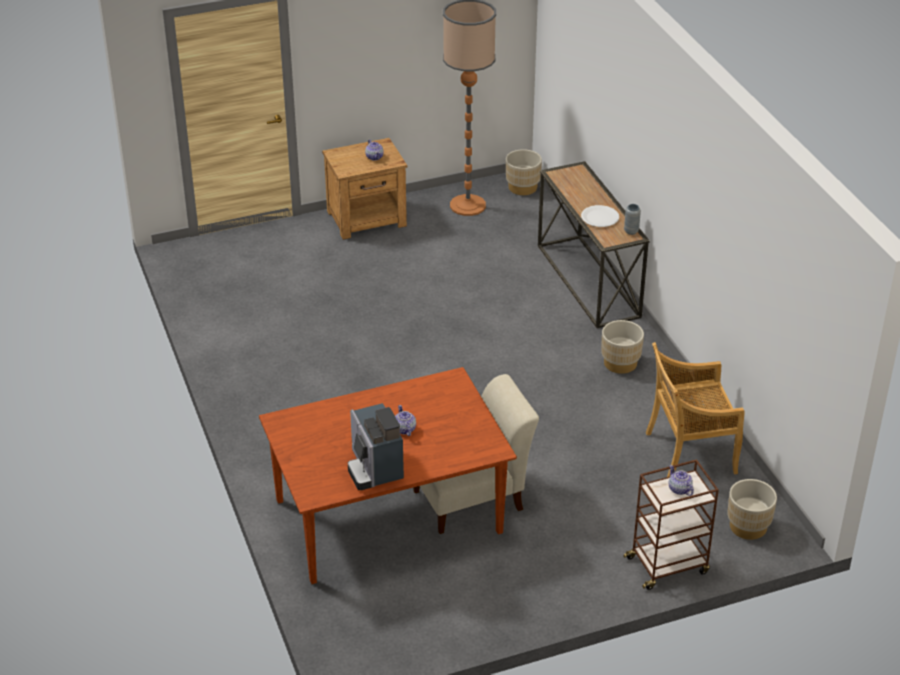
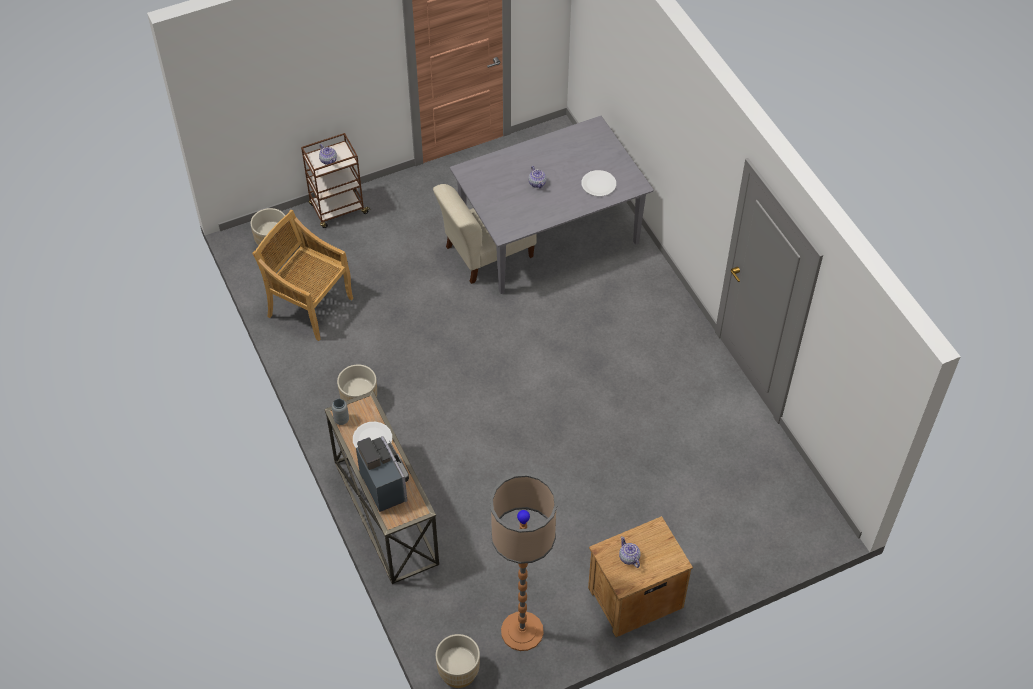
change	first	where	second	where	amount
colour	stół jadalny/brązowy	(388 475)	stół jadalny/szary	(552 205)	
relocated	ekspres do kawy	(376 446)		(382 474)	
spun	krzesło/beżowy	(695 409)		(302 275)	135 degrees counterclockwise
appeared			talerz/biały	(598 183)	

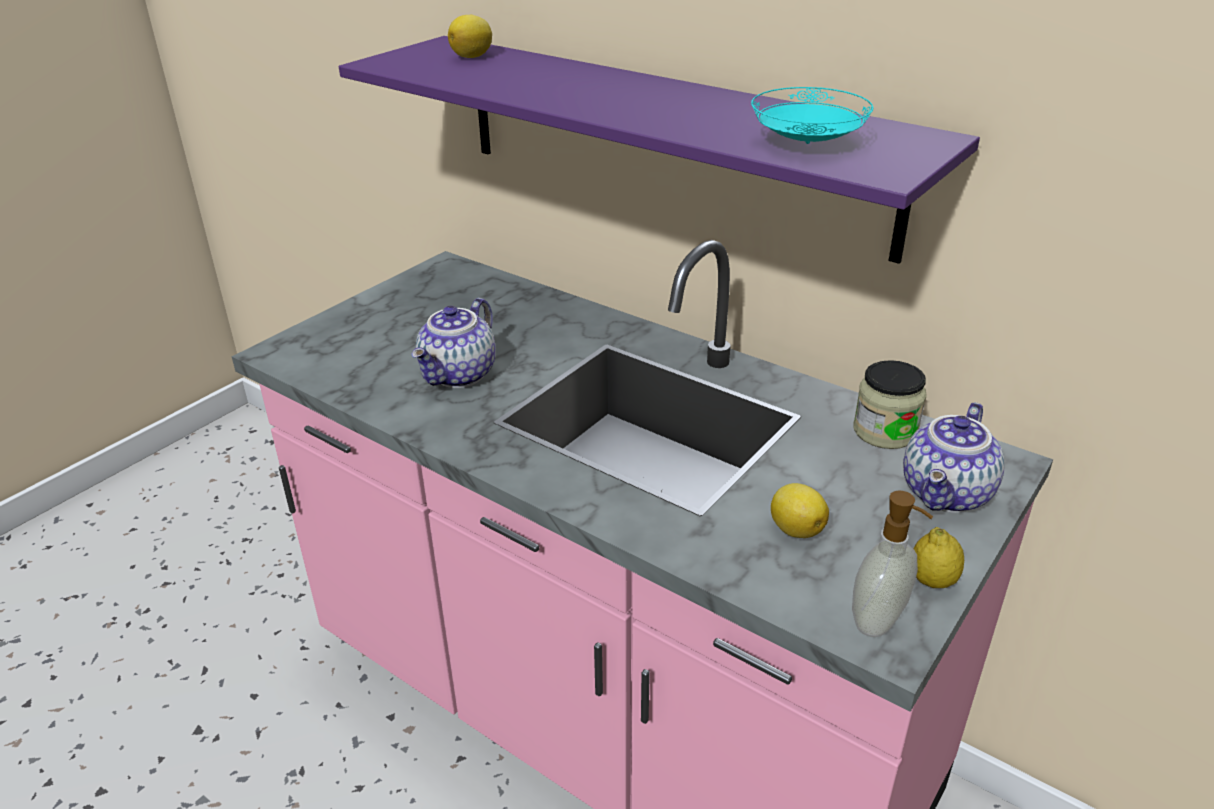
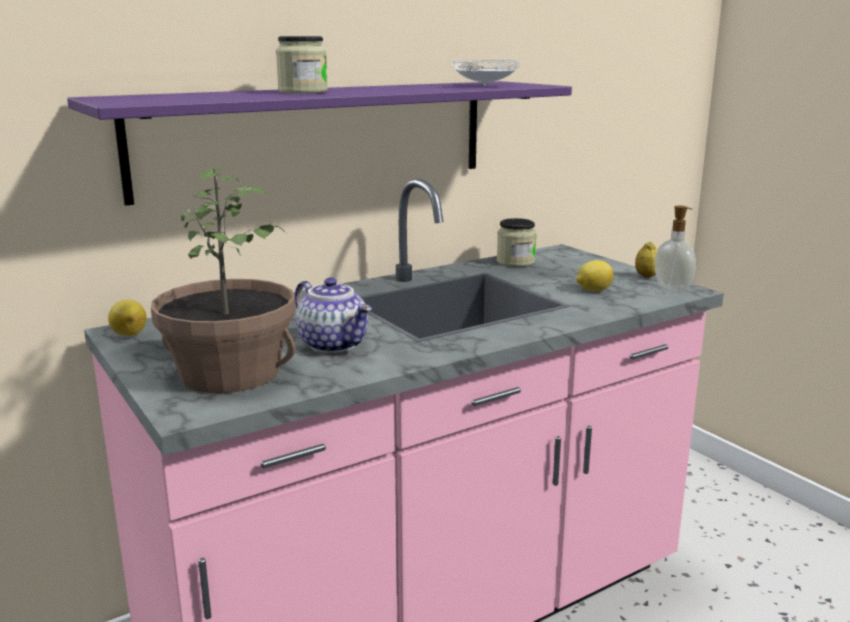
change	first	where	second	where	amount
relocated	cytryna	(470 36)		(127 318)	
colour	talerz/turkusowy	(812 115)	talerz/biały	(486 73)	
missing	imbryk	(954 457)			
appeared			roślina doniczkowa	(223 280)	
appeared			słoik	(302 64)	

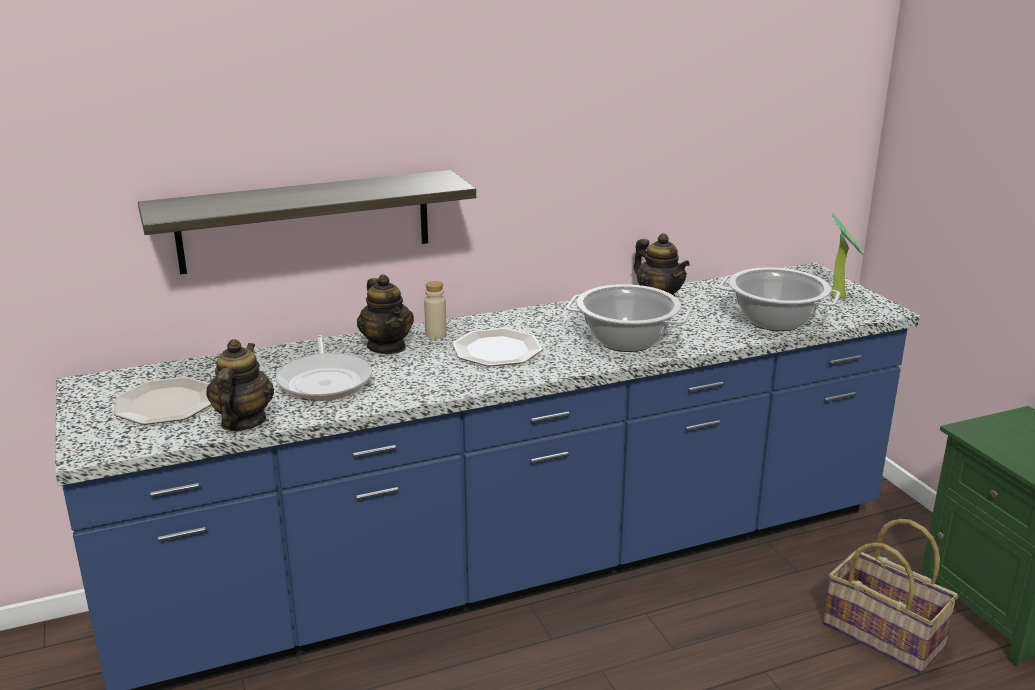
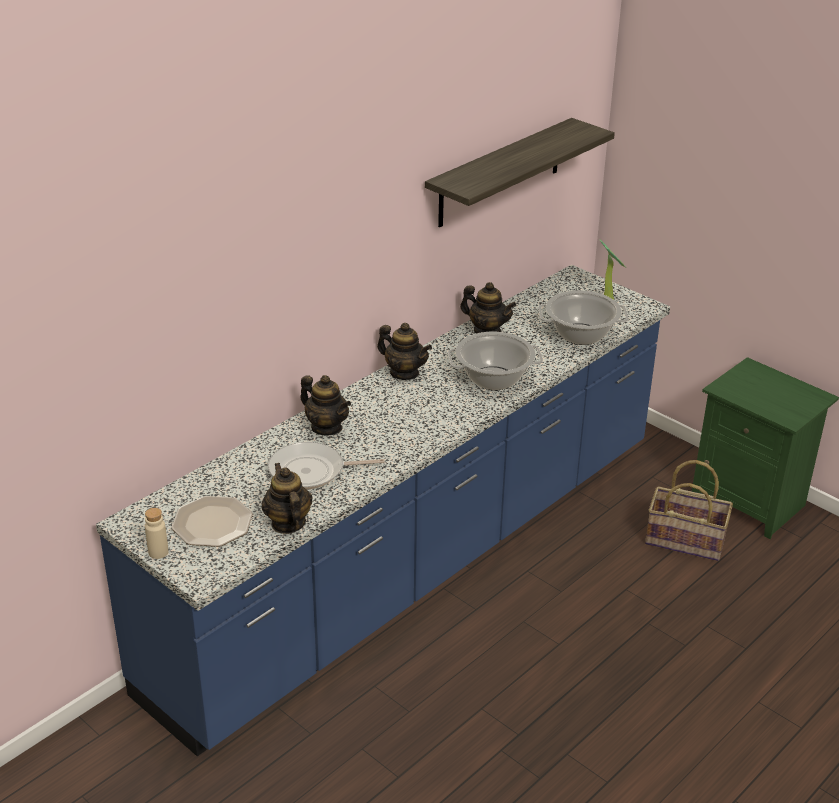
change	first	where	second	where	amount
relocated	półka	(307 222)		(520 172)	
spun	patelnia	(324 368)		(326 466)	120 degrees clockwise
relocated	butelka/beżowy	(435 310)		(156 533)	
missing	talerz	(497 347)			
appeared			imbryk	(404 351)	

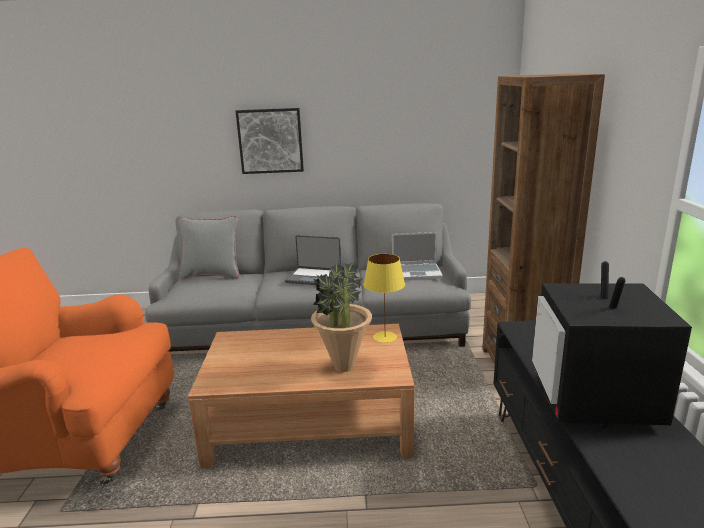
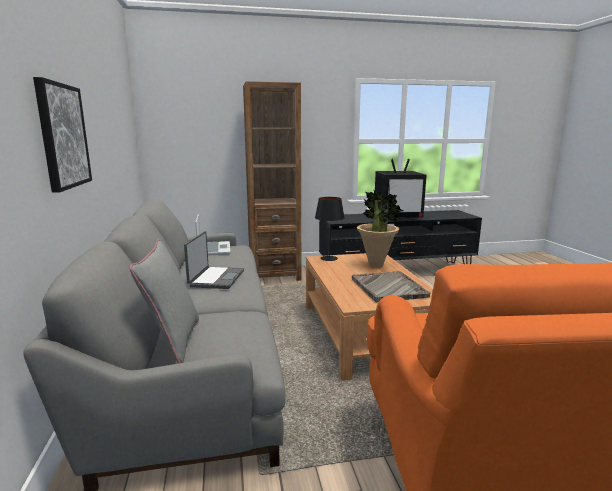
change	first	where	second	where	amount
colour	lampa stołowa/żółty	(384 298)	lampa stołowa/czarny	(330 229)	
appeared			taca/szary	(391 286)	

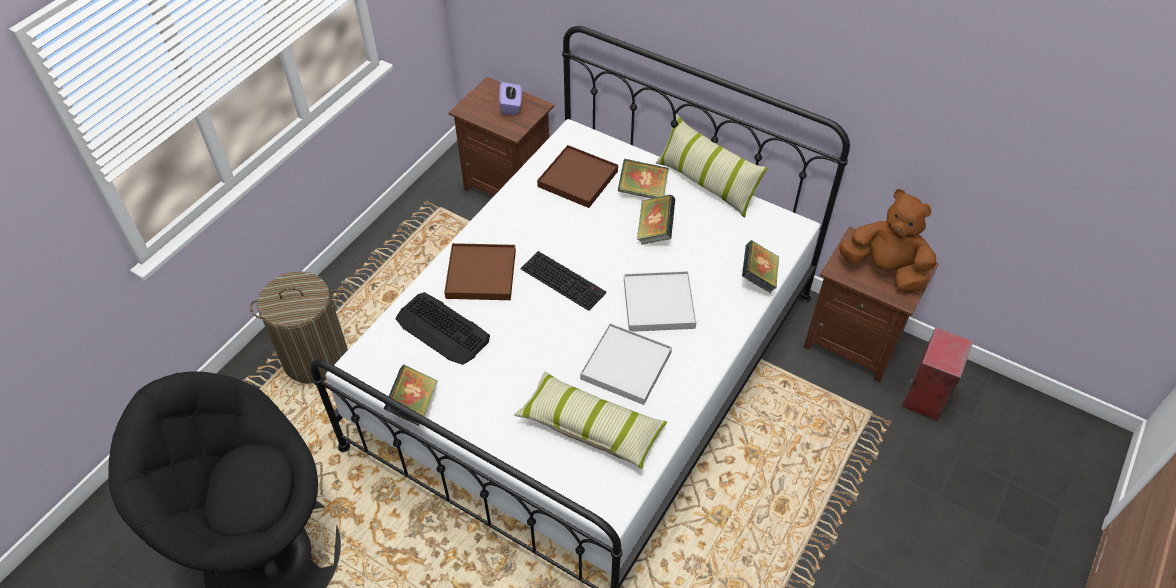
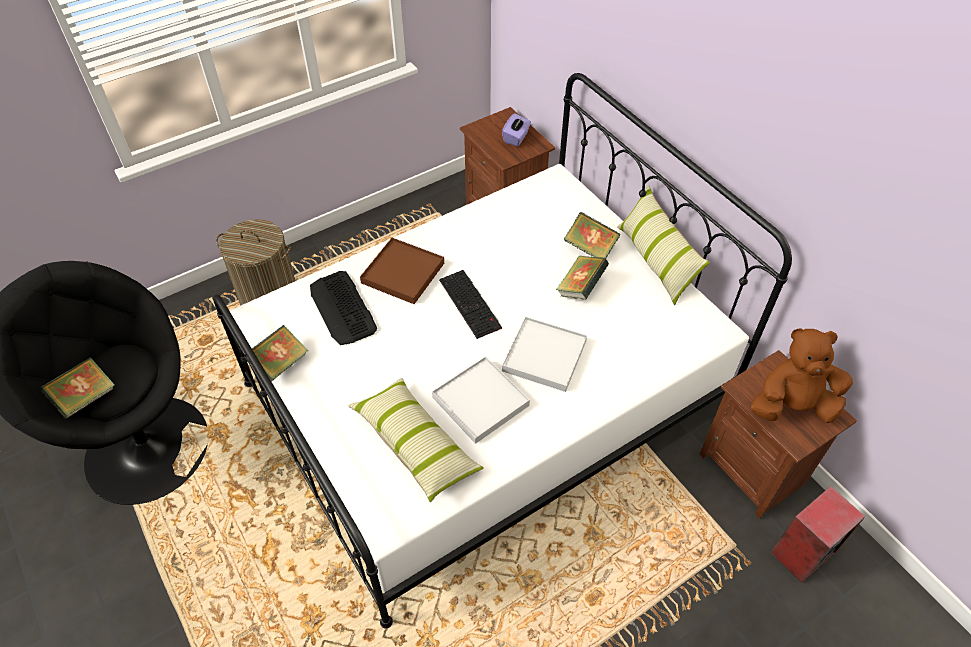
change	first	where	second	where	amount
missing	taca/brązowy	(577 176)			
relocated	książka	(760 266)		(77 388)	
spun	pluszak/brązowy	(887 241)		(802 375)	60 degrees counterclockwise

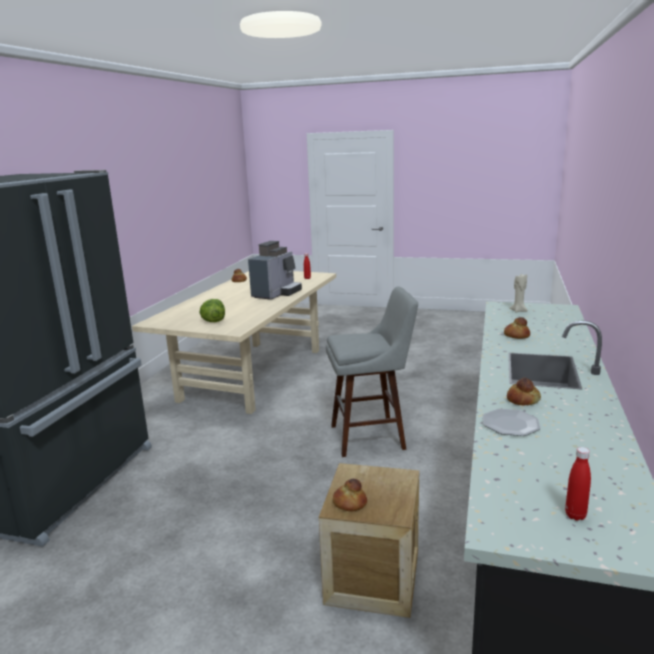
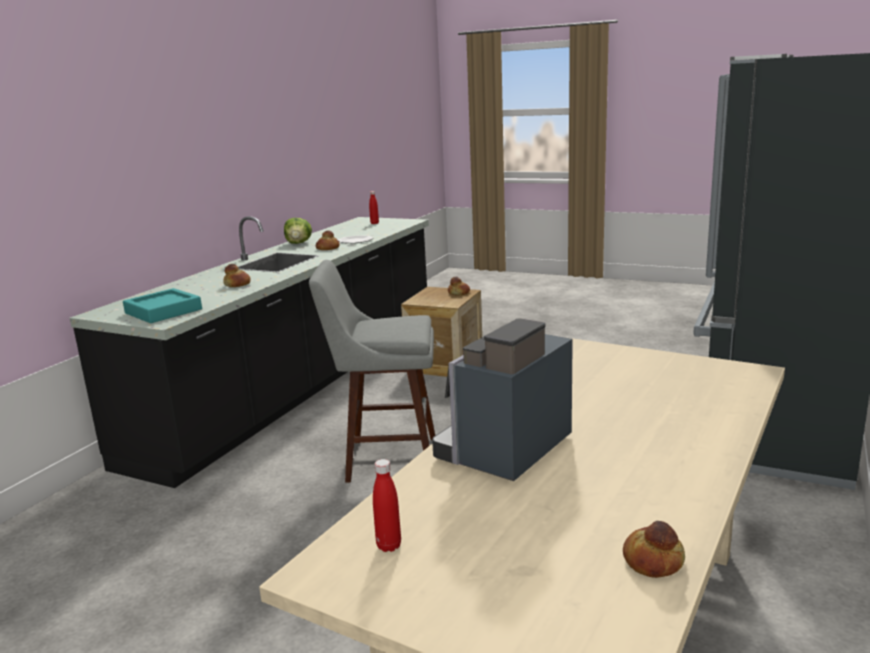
change	first	where	second	where	amount
relocated	sałata	(212 310)		(298 231)	
exchanged	świeca/beżowy	(518 293)	taca/turkusowy	(162 305)	

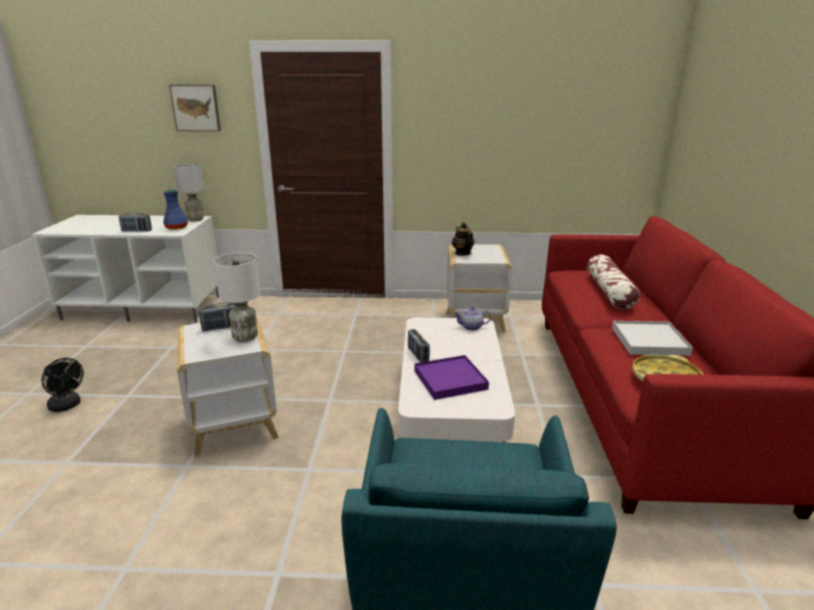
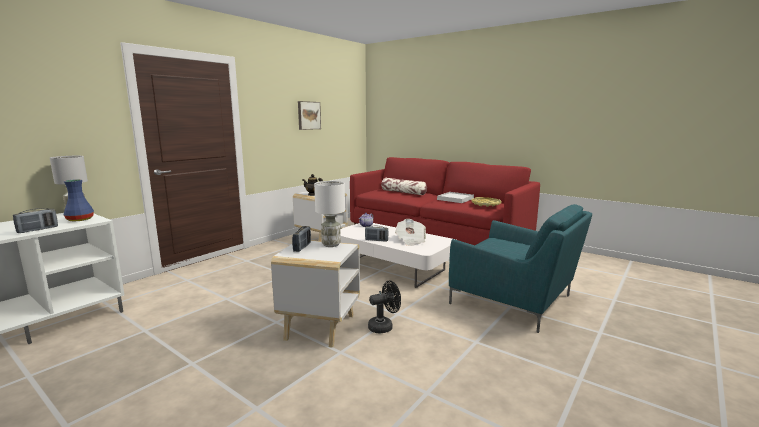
change	first	where	second	where	amount
relocated	wentylator/czarny	(63 385)		(384 307)	
relocated	obraz	(195 108)		(309 115)	
exchanged	taca/fioletowy	(451 377)	gazeta	(410 232)	

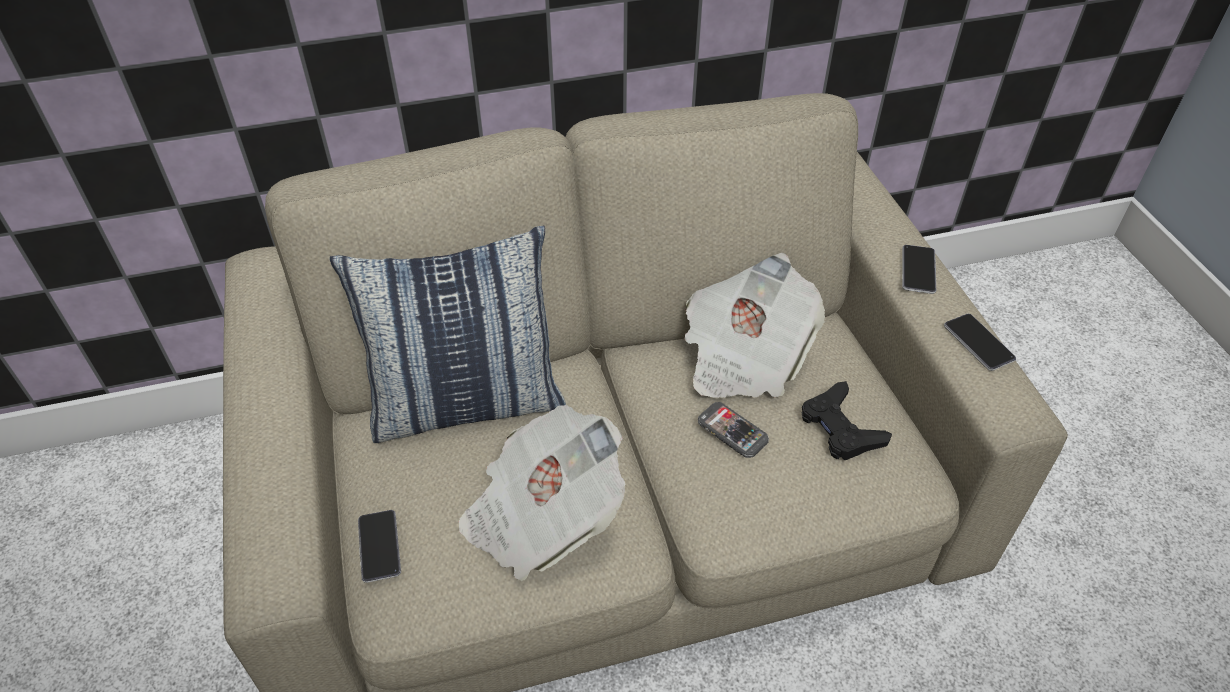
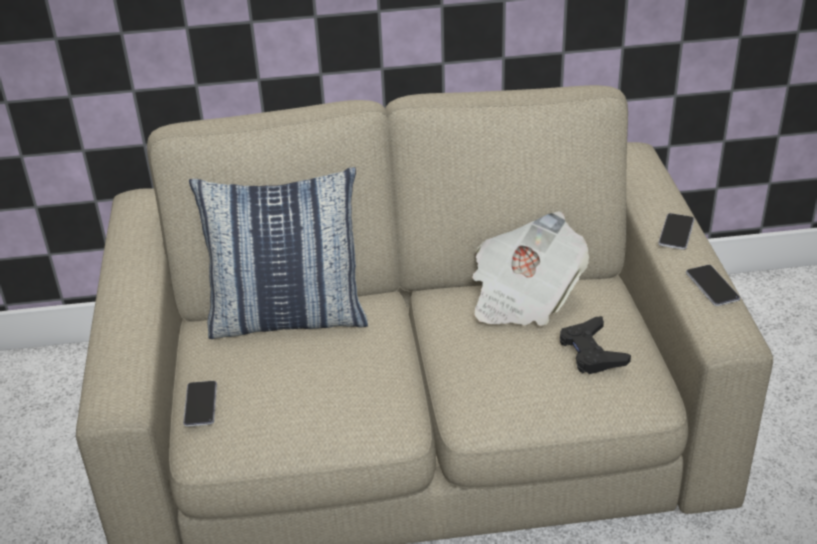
change	first	where	second	where	amount
missing	gazeta	(542 493)			
missing	telefon	(733 430)			

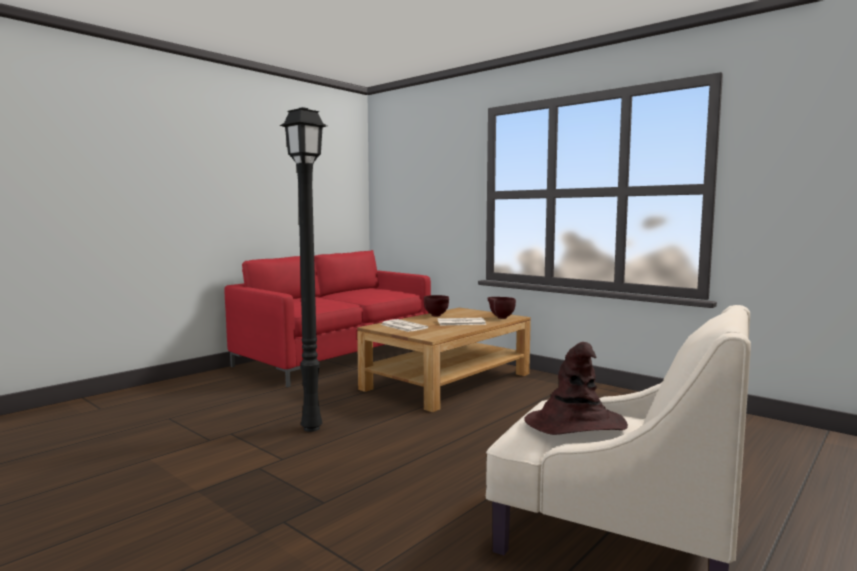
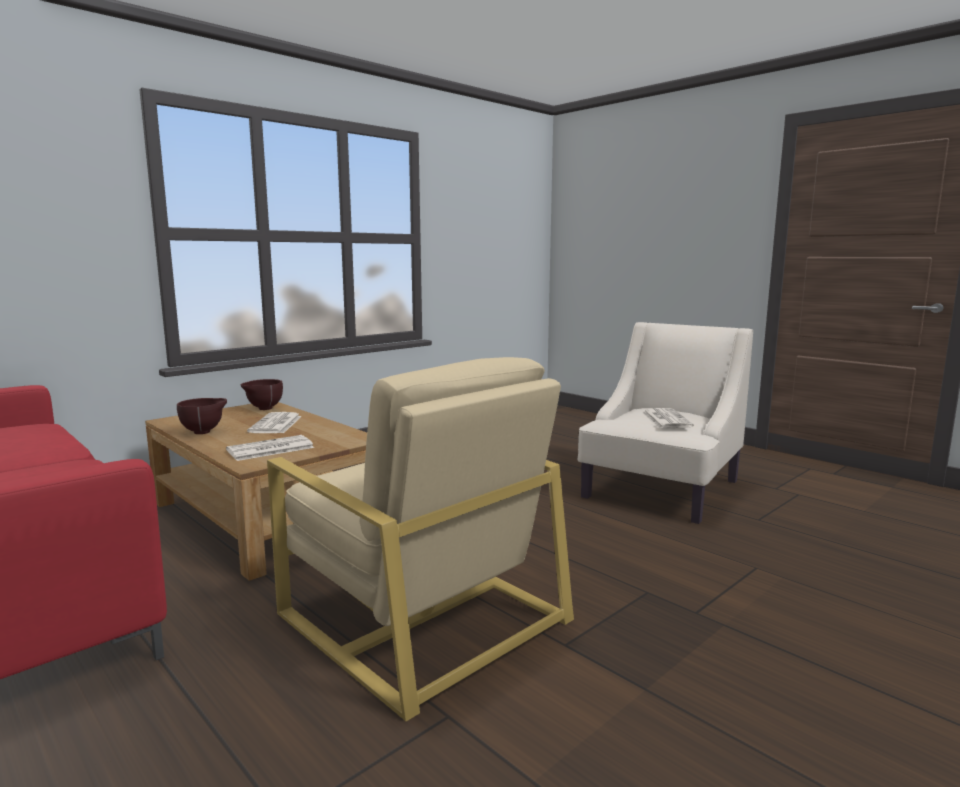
change	first	where	second	where	amount
exchanged	lampa stojąca/czarny	(303 269)	fotel/beżowy	(420 539)	
exchanged	kapelusz/brązowy	(576 388)	gazeta	(668 418)	

